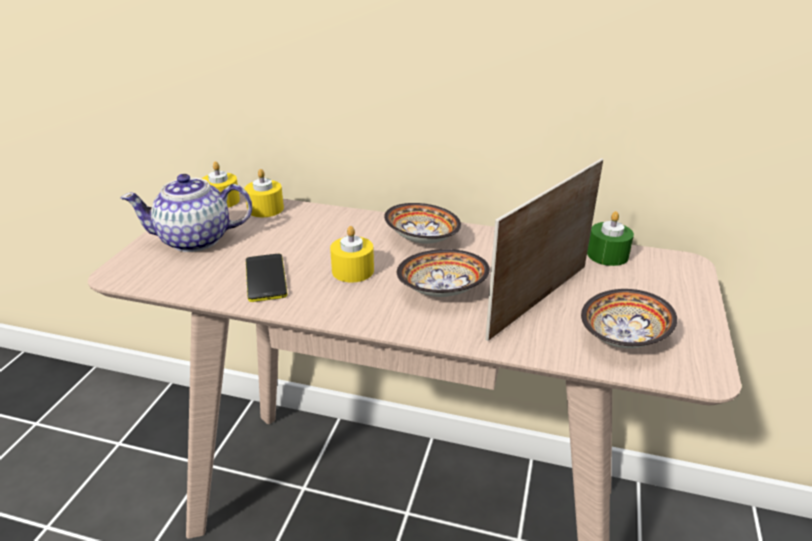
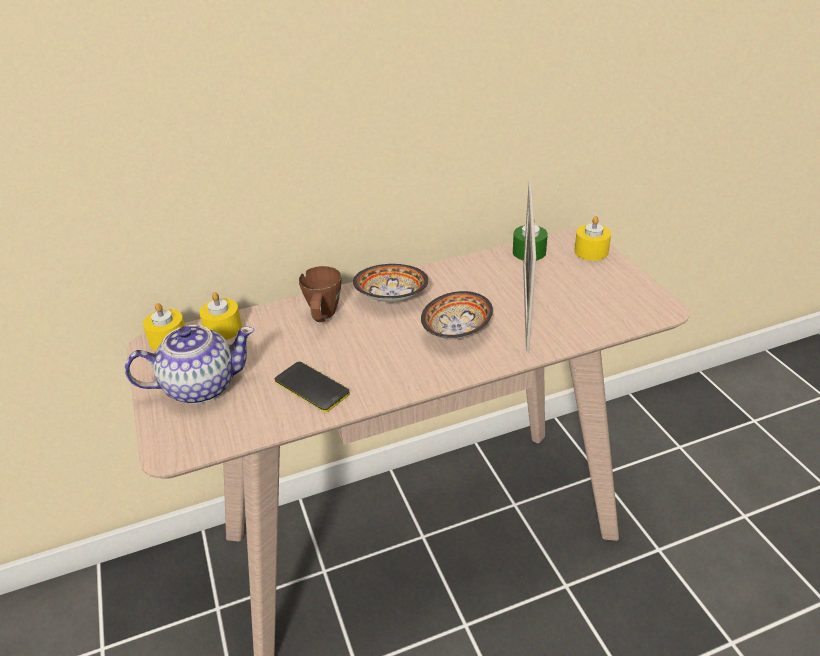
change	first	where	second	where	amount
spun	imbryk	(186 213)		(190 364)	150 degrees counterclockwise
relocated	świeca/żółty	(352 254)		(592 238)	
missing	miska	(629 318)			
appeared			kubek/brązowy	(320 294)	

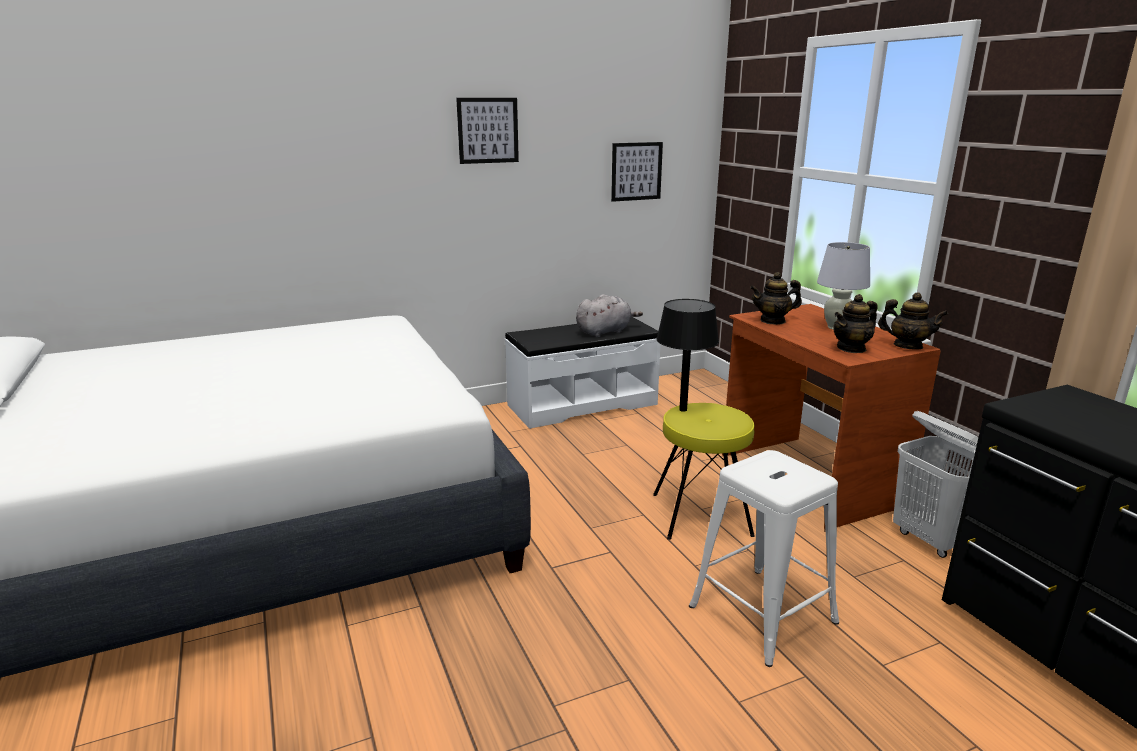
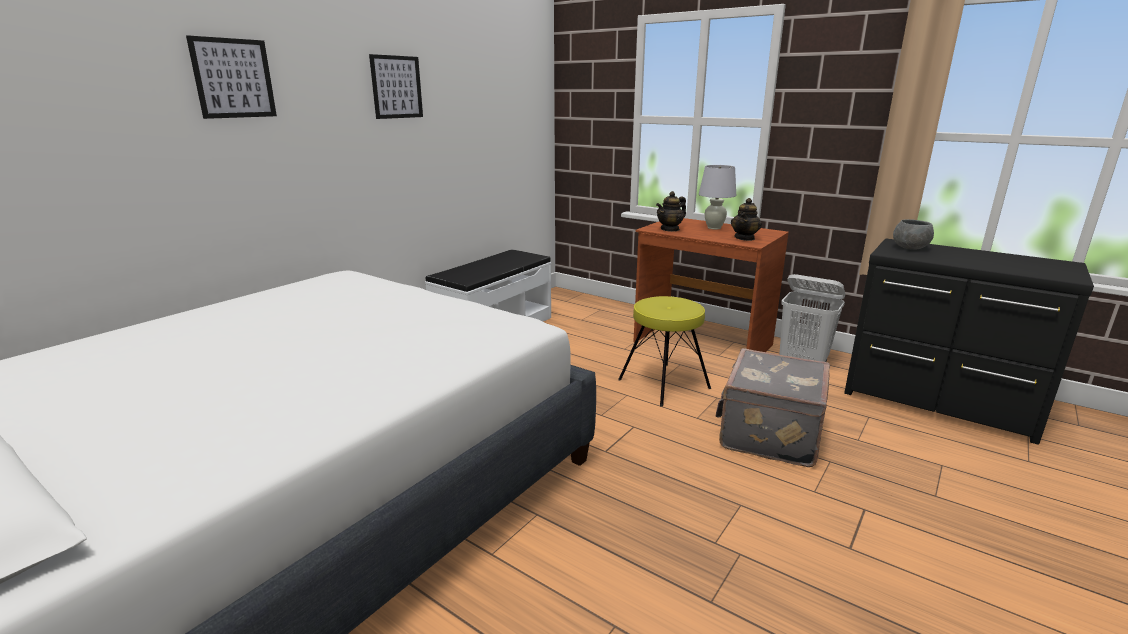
change	first	where	second	where	amount
missing	pluszak/szary	(609 315)			
relocated	obraz	(637 172)		(231 77)	
missing	lampa stołowa/czarny	(687 355)			
exchanged	stołek/biały	(764 558)	walizka/szary	(773 407)	
missing	imbryk	(913 321)			
appeared			miska/szary	(913 234)	

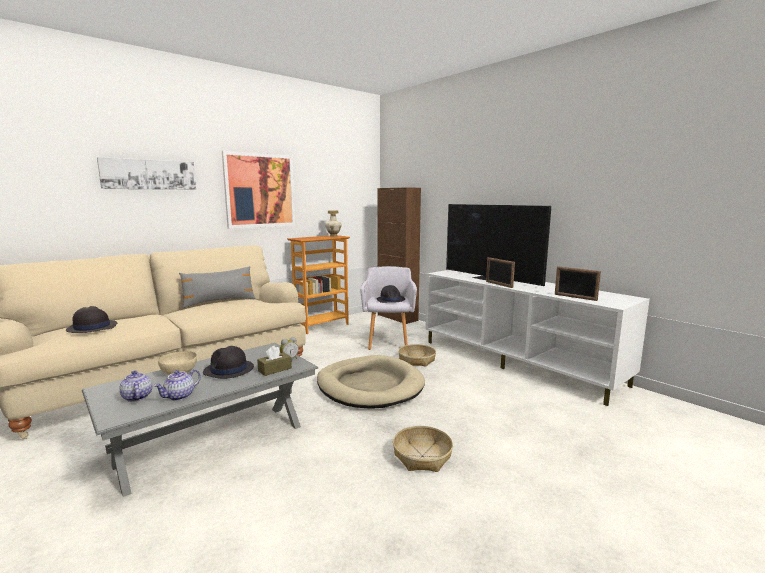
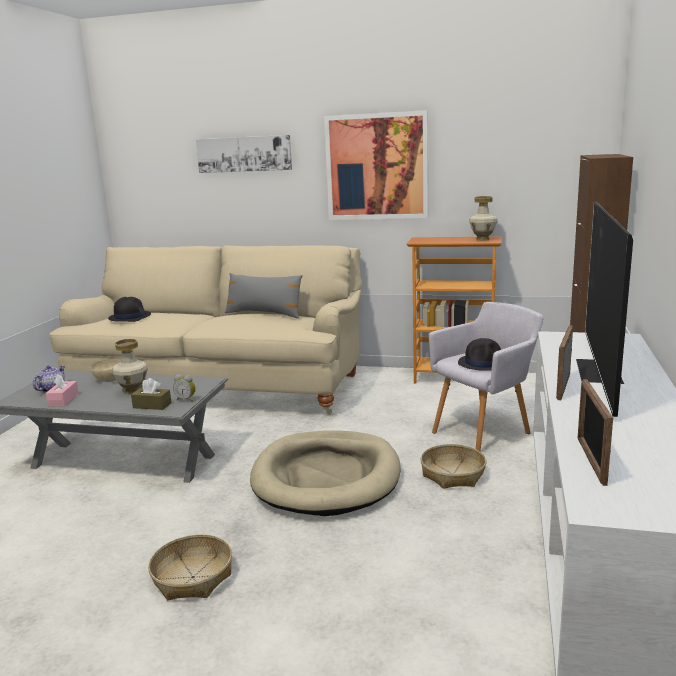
change	first	where	second	where	amount
exchanged	imbryk	(177 385)	pudełko chusteczek/różowy	(62 390)	
exchanged	kapelusz/czarny	(228 362)	wazon	(130 366)	

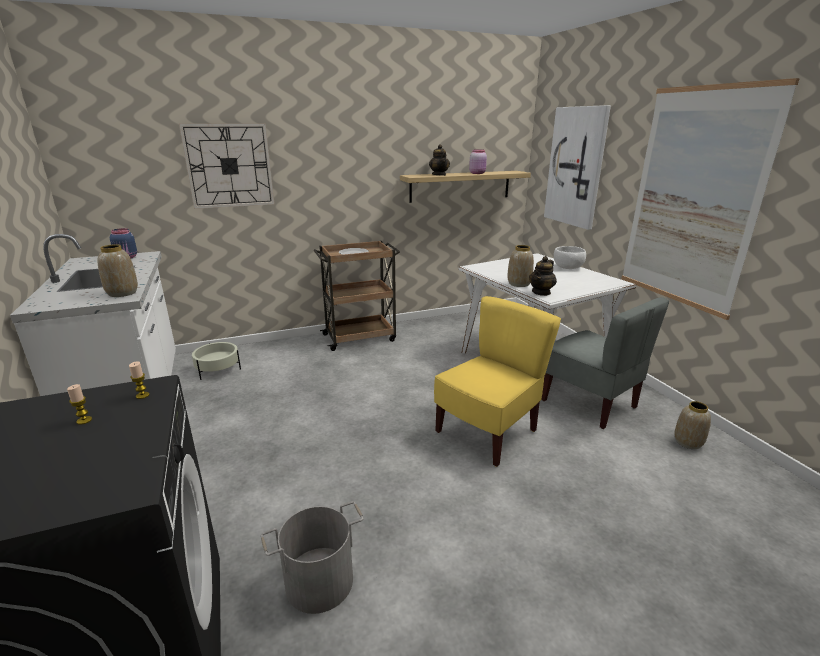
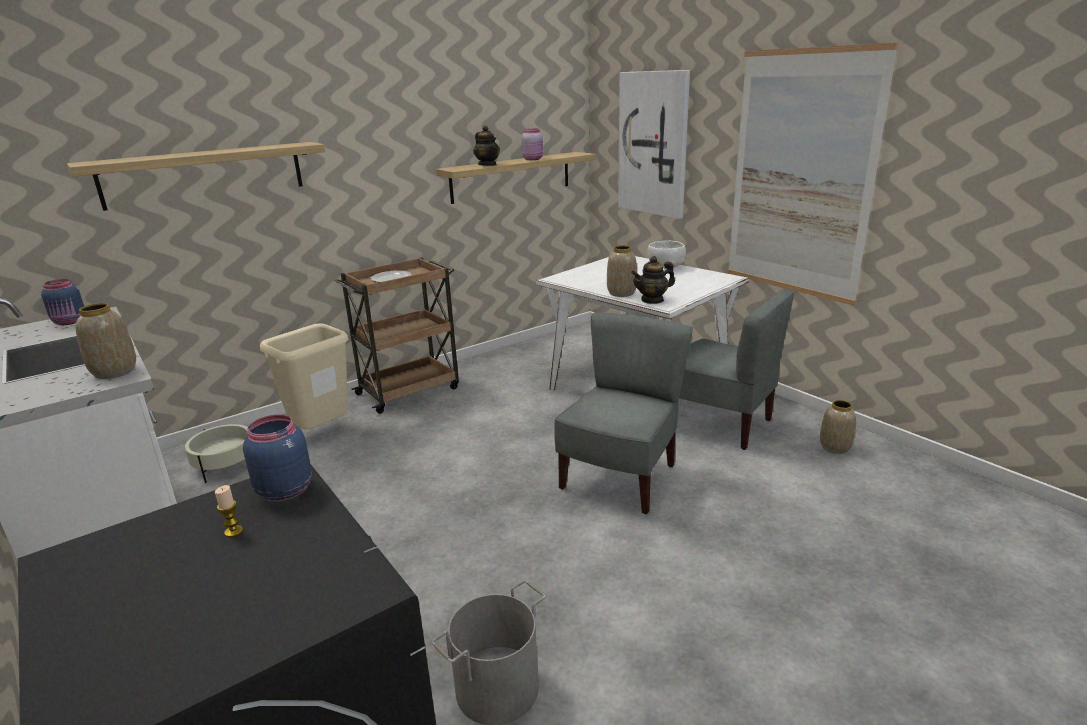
change	first	where	second	where	amount
exchanged	świeca	(139 380)	słoik/niebieski	(277 458)	
exchanged	zegar ścienny	(227 166)	półka	(196 176)	
colour	krzesło/żółty	(497 381)	krzesło/szary	(623 413)	
spun	imbryk	(543 276)		(653 280)	45 degrees clockwise
appeared			kosz na śmieci/beżowy	(304 376)	

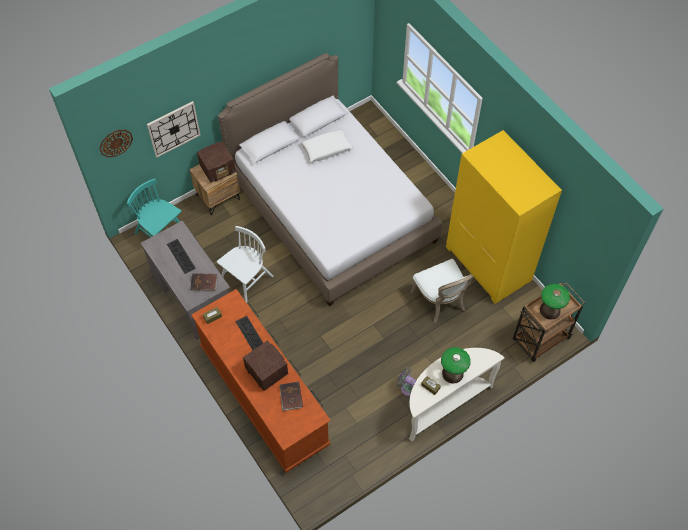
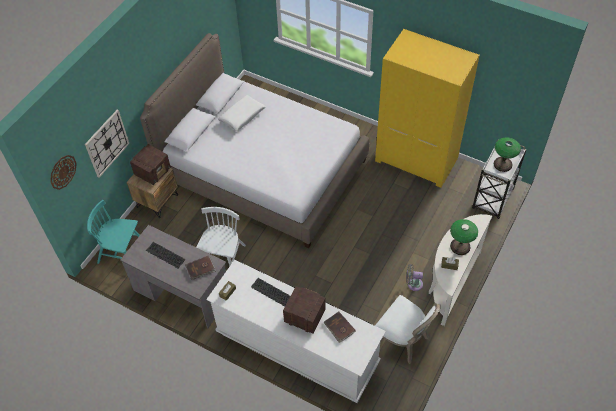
change	first	where	second	where	amount
colour	komoda/brązowy	(261 381)	komoda/biały	(296 331)	
relocated	krzesło/biały	(442 291)		(408 329)	
colour	wózek/brązowy	(549 322)	wózek/biały	(499 179)	

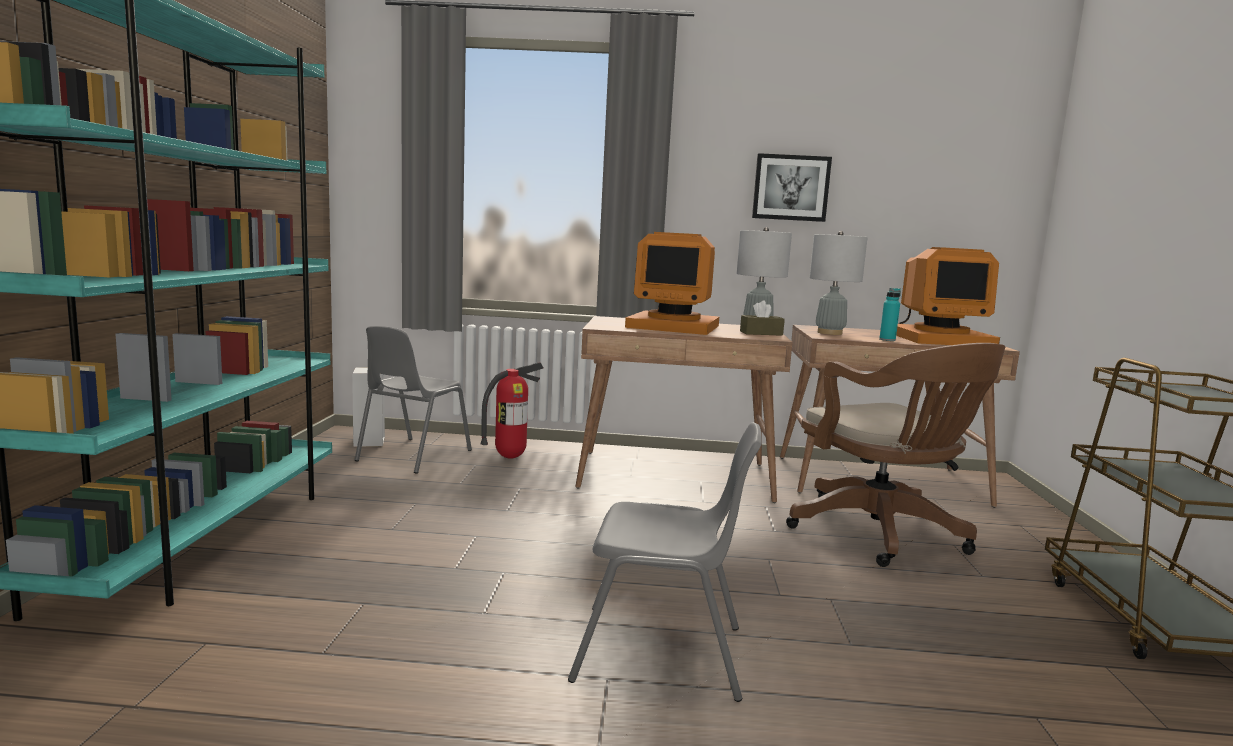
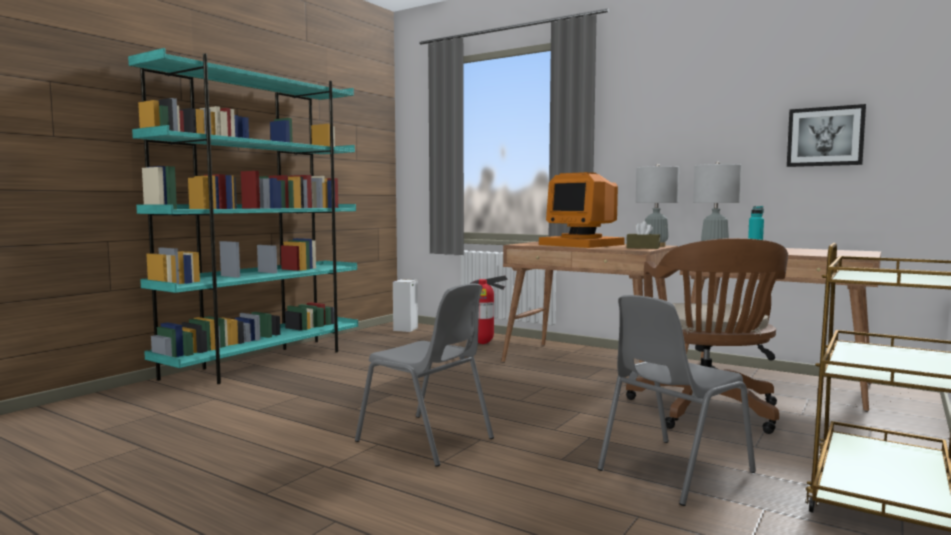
change	first	where	second	where	amount
relocated	krzesło/szary	(413 400)		(677 400)	
relocated	obraz	(792 187)		(826 135)	
missing	monitor	(948 296)			

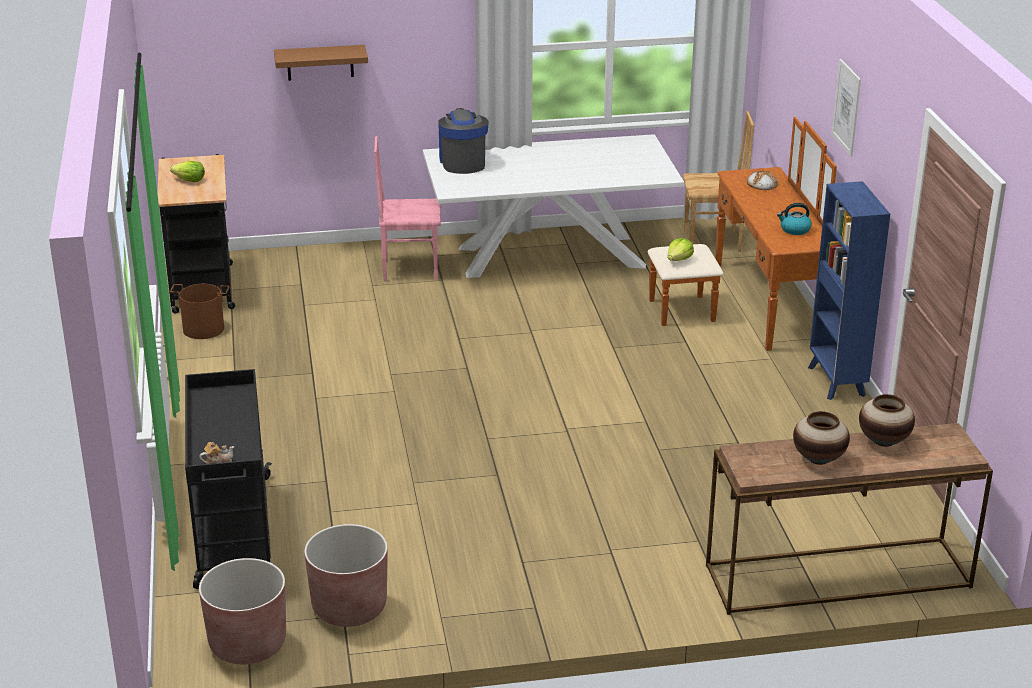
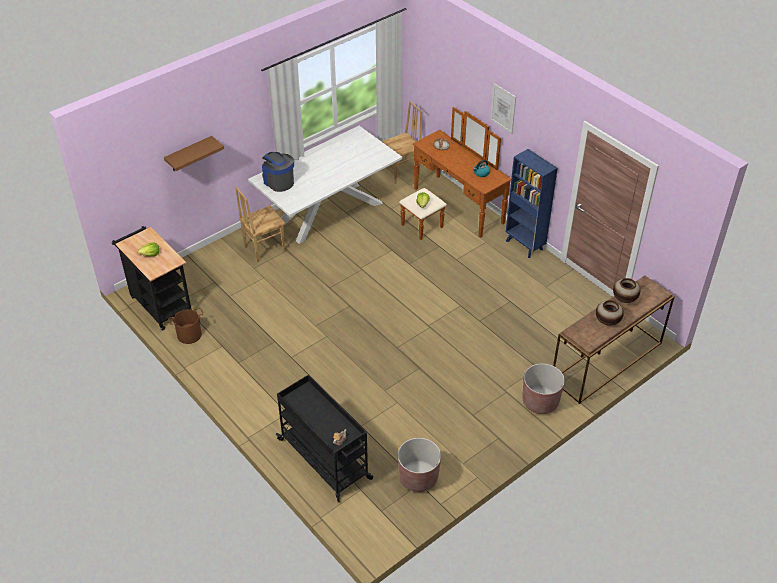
change	first	where	second	where	amount
relocated	donica/brązowy	(242 611)		(543 388)	
colour	krzesło/różowy	(407 208)	krzesło/brązowy	(260 225)	

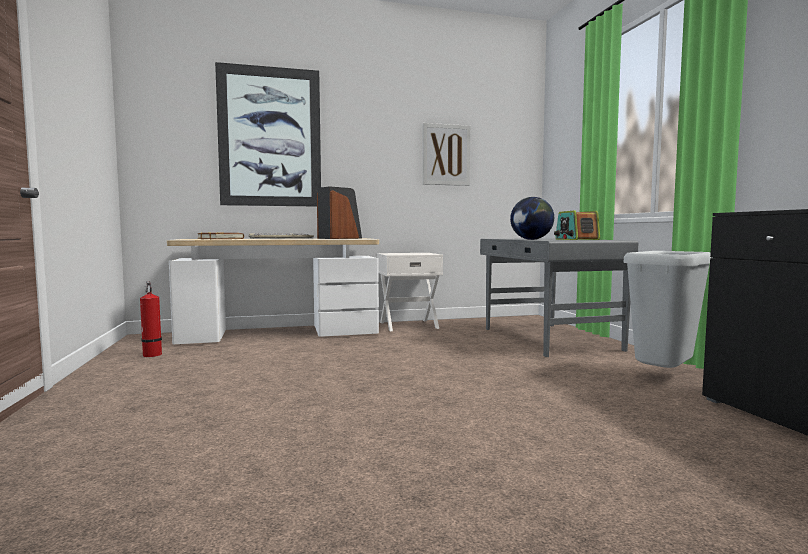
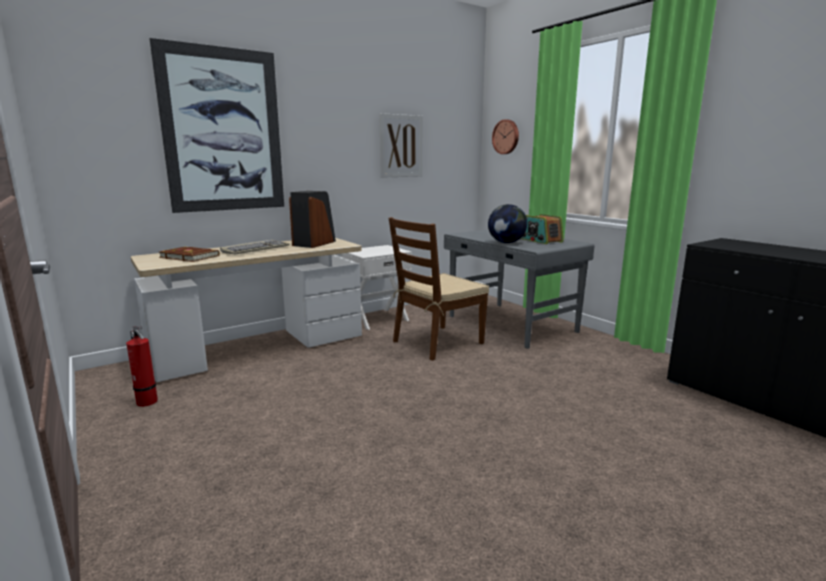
change	first	where	second	where	amount
missing	kosz na śmieci/szary	(668 309)			
appeared			krzesło/brązowy	(439 289)	
appeared			zegar ścienny	(505 136)	

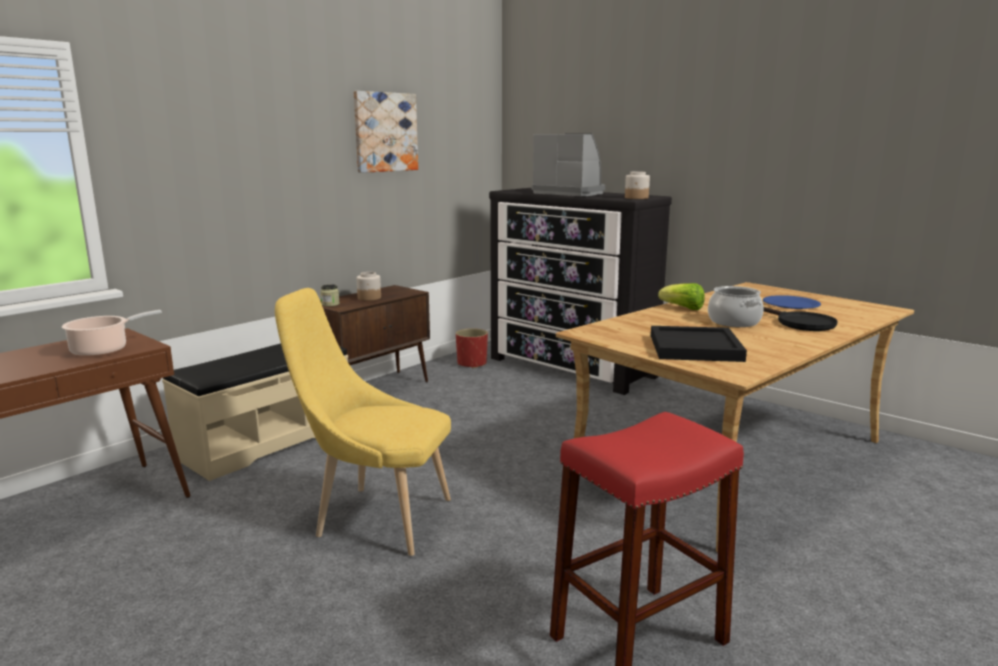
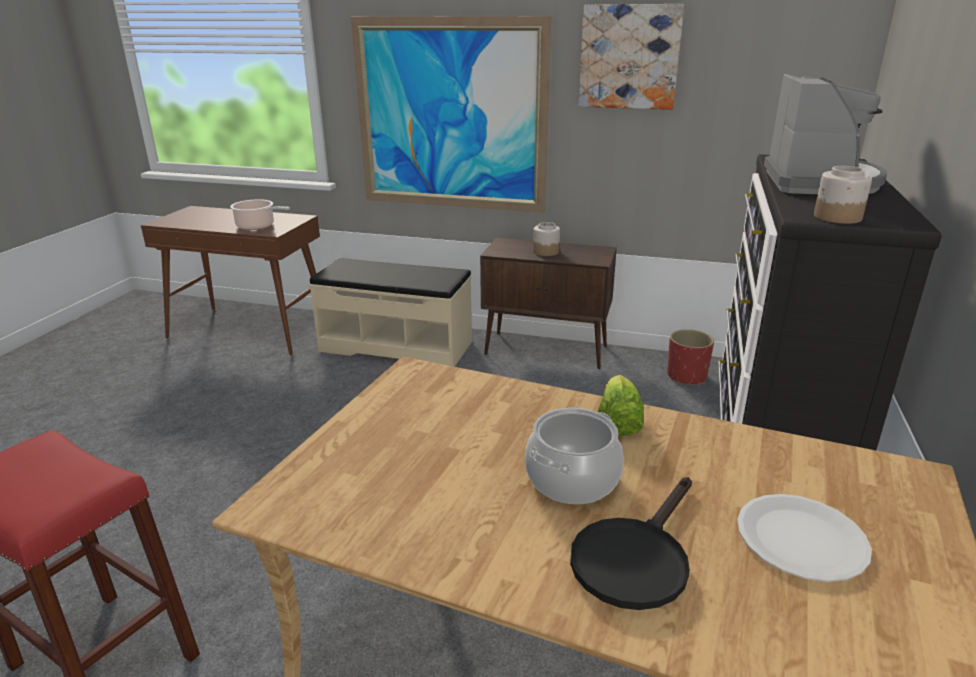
change	first	where	second	where	amount
missing	krzesło/żółty	(363 422)			
missing	słoik	(329 295)			
missing	taca/czarny	(699 344)			
colour	talerz/niebieski	(792 302)	talerz/biały	(804 538)	
appeared			obraz	(451 114)	

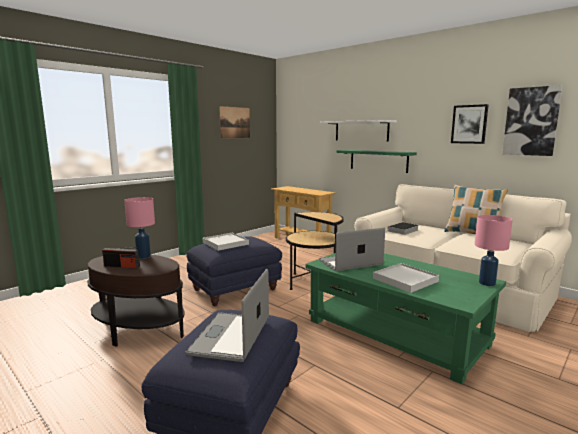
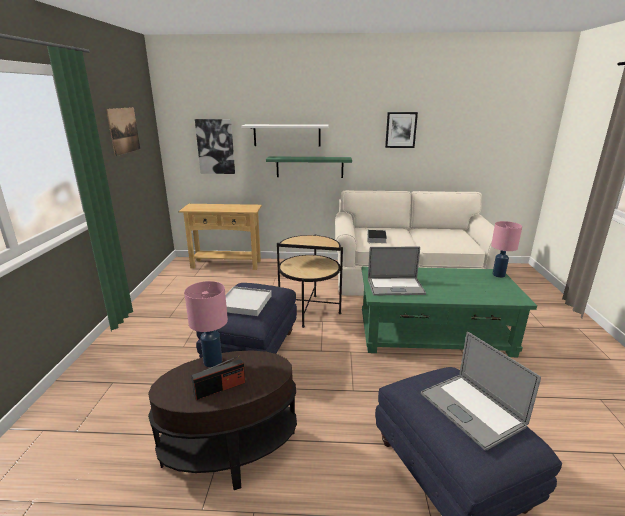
change	first	where	second	where	amount
spun	laptop	(352 249)		(397 271)	120 degrees counterclockwise
missing	taca/biały	(406 278)			
missing	poduszka	(476 209)			
relocated	obraz	(532 120)		(215 146)	

